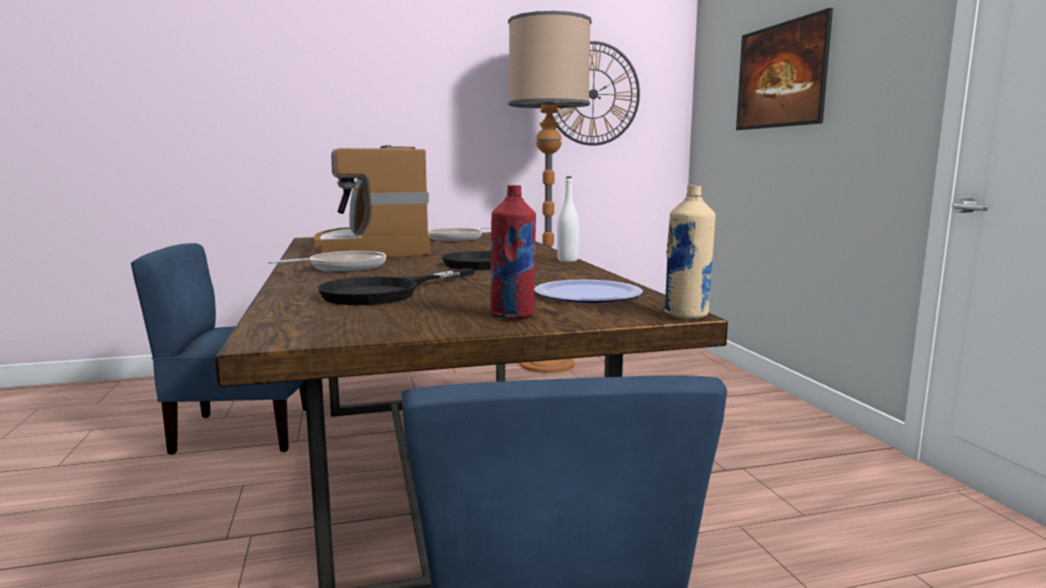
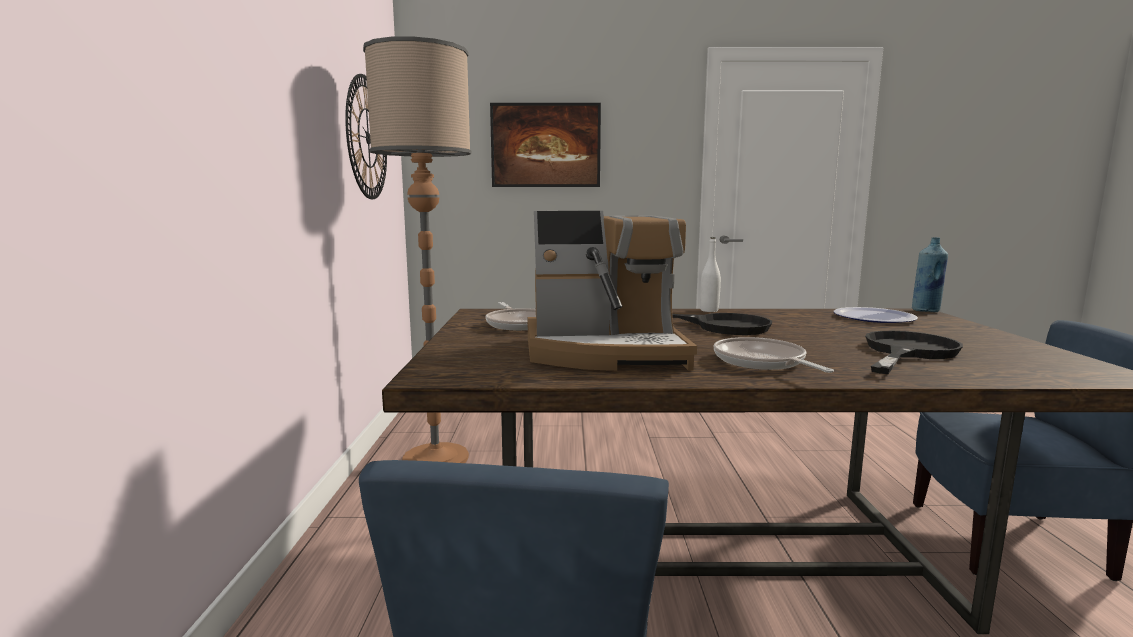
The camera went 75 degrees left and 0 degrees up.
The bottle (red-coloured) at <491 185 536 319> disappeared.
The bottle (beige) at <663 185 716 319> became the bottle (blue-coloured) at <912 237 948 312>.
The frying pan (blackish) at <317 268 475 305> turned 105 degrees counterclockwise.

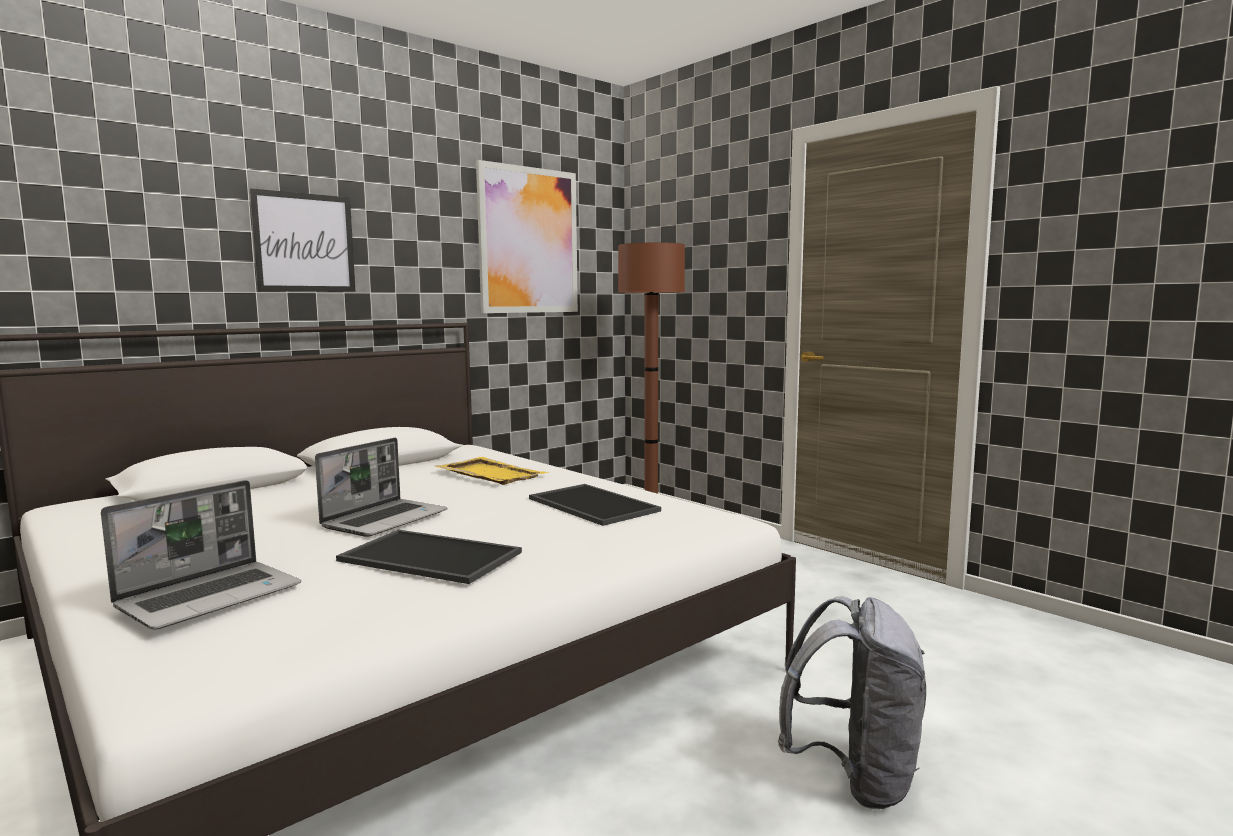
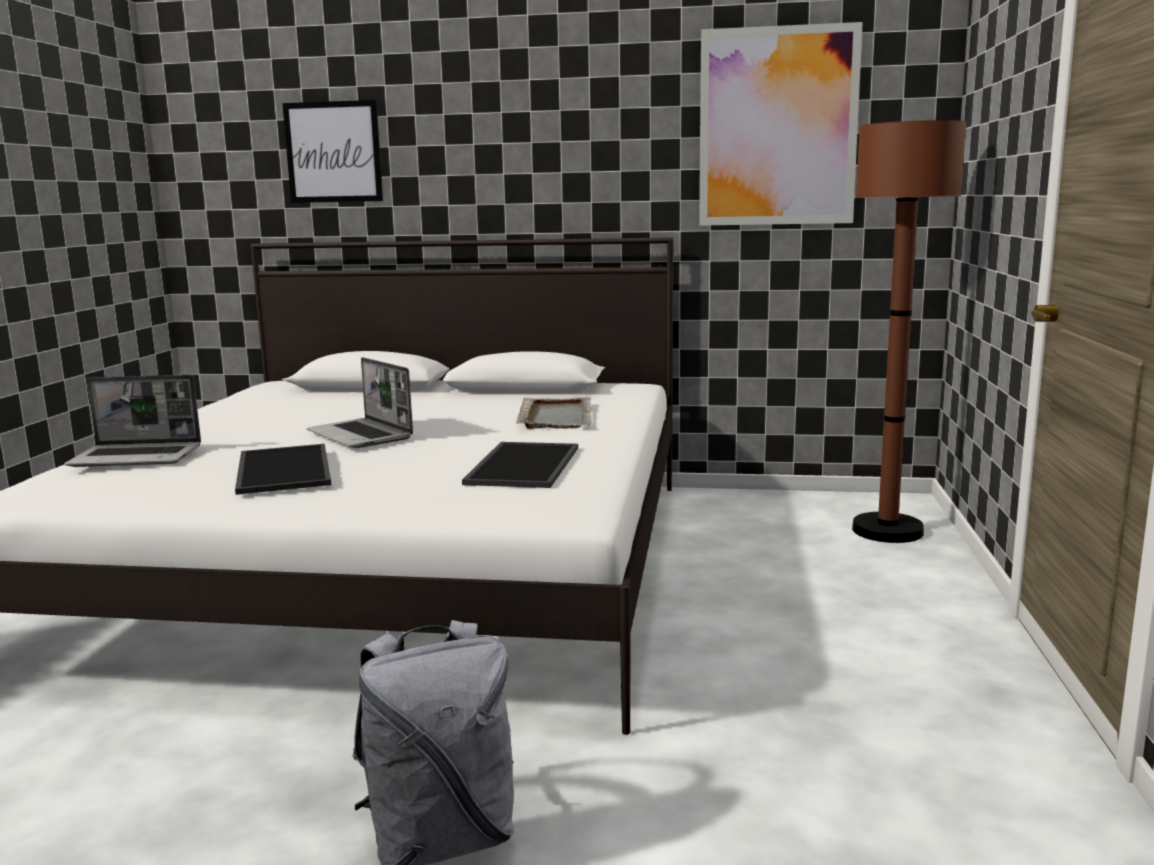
The camera went 50 degrees right and 5 degrees up.
The wall art moved from <249 188 355 292> to <282 100 383 203>.
The portable computer at <315 438 448 537> turned 60 degrees clockwise.
The carrying tray (yellowish) at <435 457 549 485> became the carrying tray (greyish) at <516 397 592 429>.

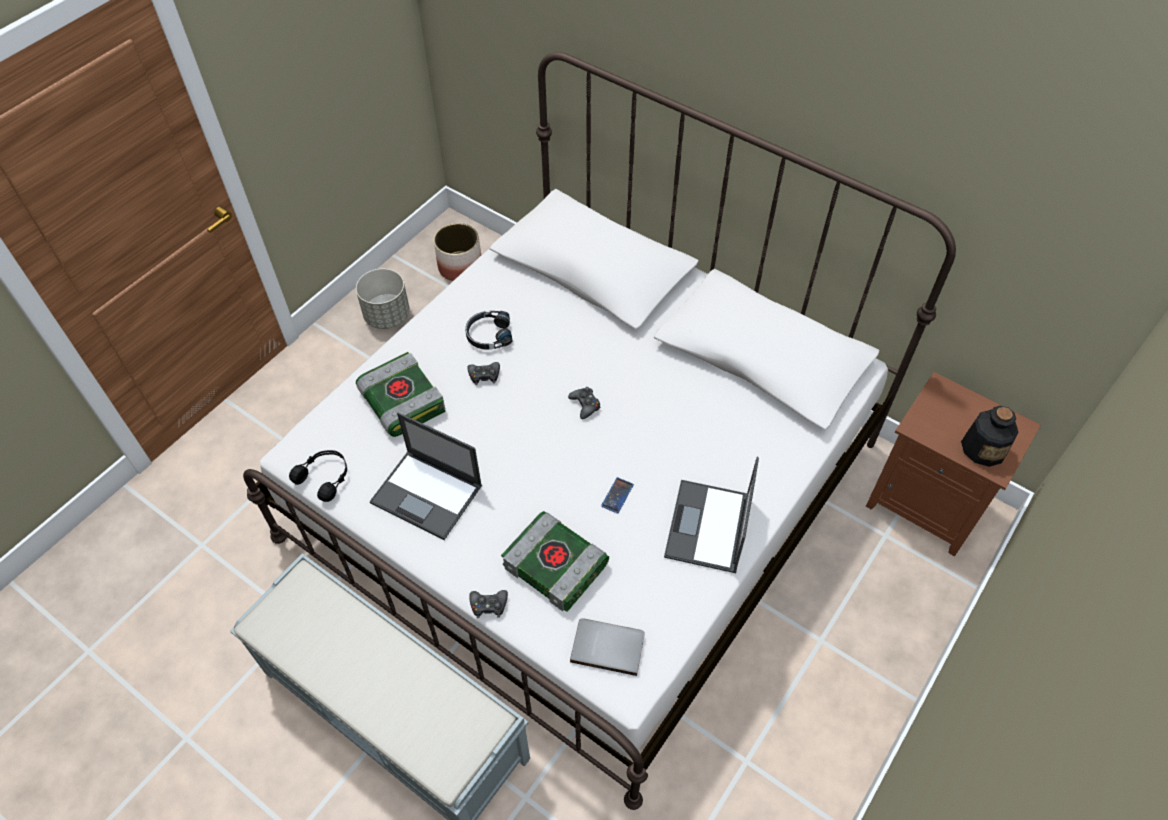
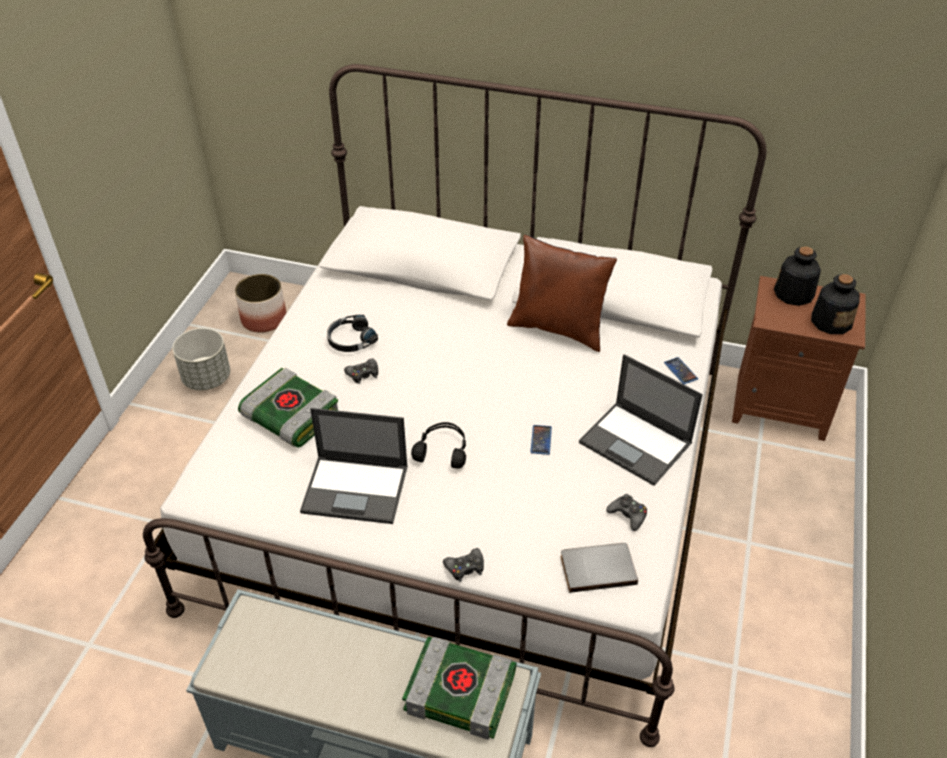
The camera went 20 degrees left and 10 degrees down.
The game controller (blackish) moved from <568 387 601 419> to <606 494 647 531>.
The pair of headphones (blackish) moved from <289 450 347 502> to <411 422 466 469>.
The portable computer at <664 457 759 573> turned 45 degrees counterclockwise.
The bound book moved from <501 511 609 612> to <402 637 517 740>.
The throw pillow (brown-coloured) at <507 235 617 352> appeared.
The bottle at <774 246 821 306> appeared.
The handset at <664 357 698 384> appeared.

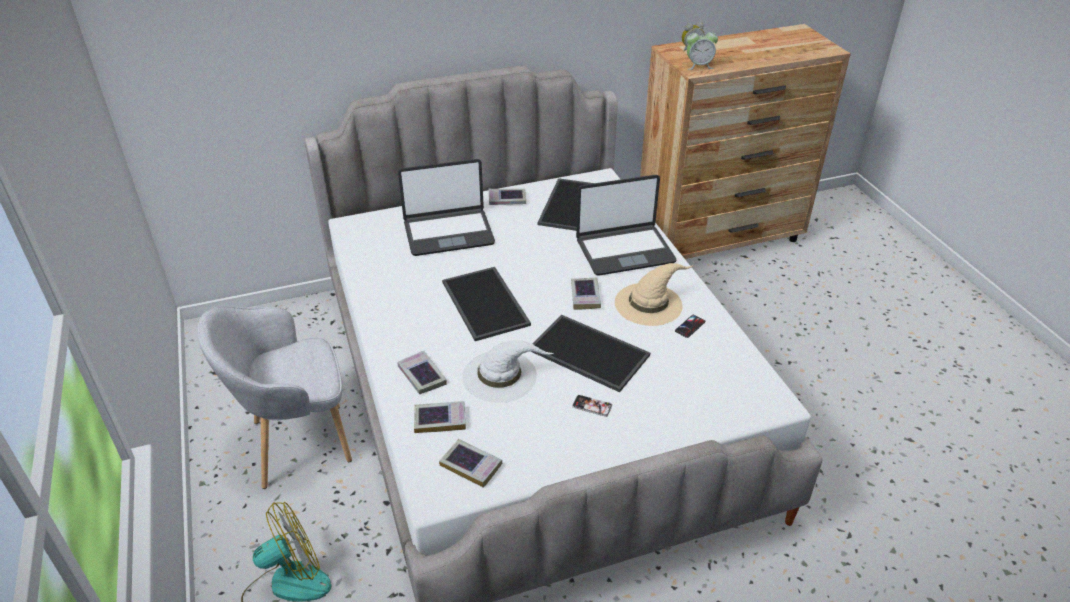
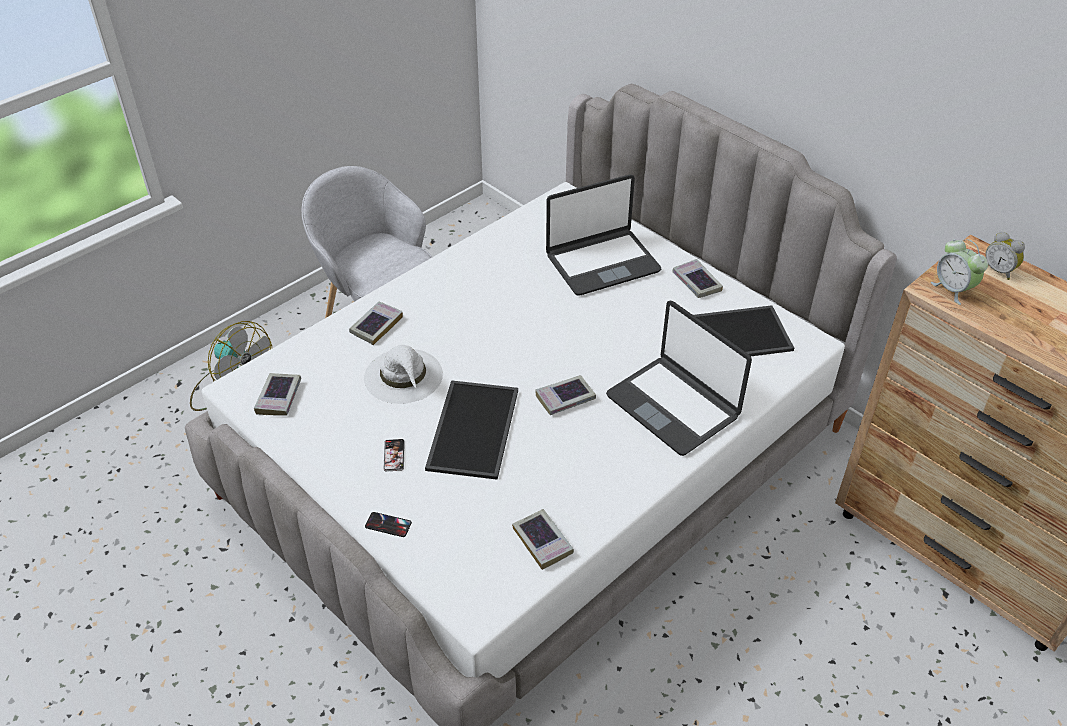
The camera went 65 degrees right and 5 degrees up.
The portable computer at <398 159 495 256> turned 75 degrees counterclockwise.
The wearable hat (beige) at <615 263 692 326> disappeared.
The carrying tray at <442 267 531 341> disappeared.
The handset moved from <675 315 706 338> to <365 512 412 537>.
The bound book moved from <414 401 466 433> to <512 509 574 570>.

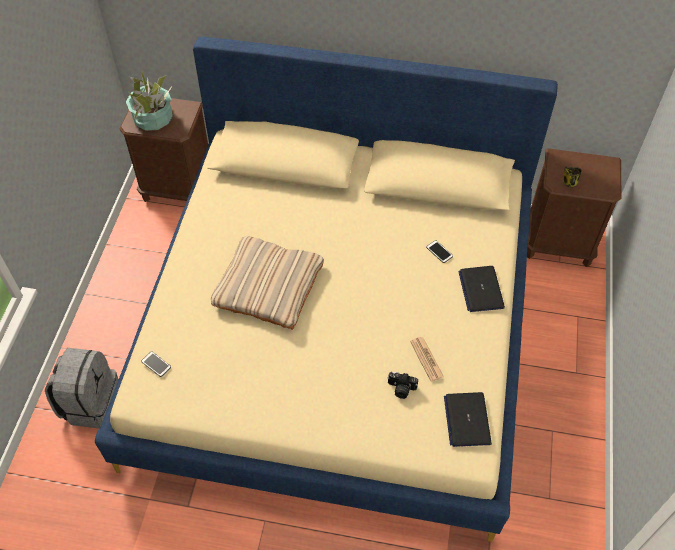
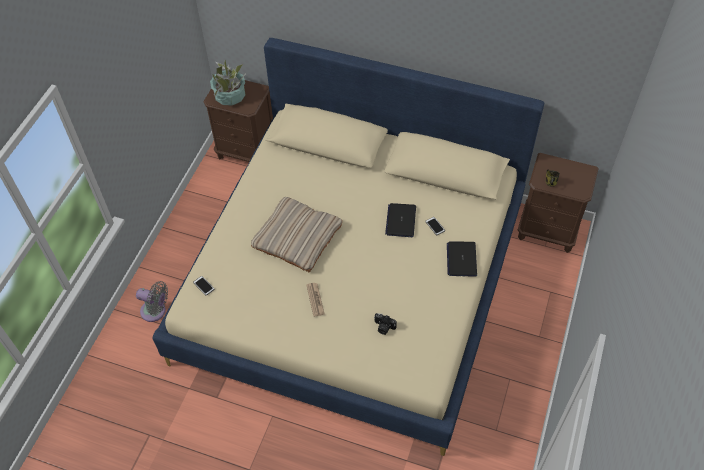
The camera went 10 degrees right and 0 degrees up.
The daily paper moved from <410 337 444 381> to <306 283 325 317>.
The backpack (greyish) at <45 348 119 429> was replaced by the electric fan (greyish) at <136 281 168 322>.
The portable computer moved from <444 392 492 447> to <385 203 416 237>.

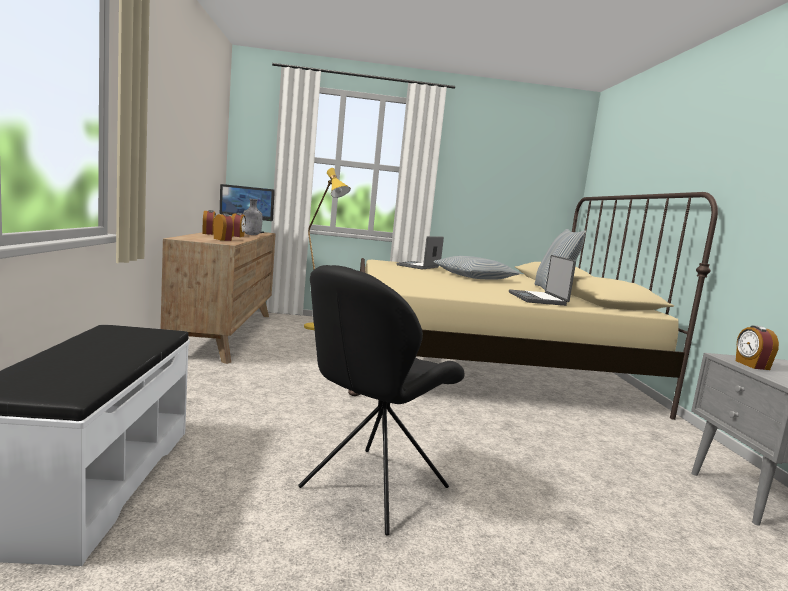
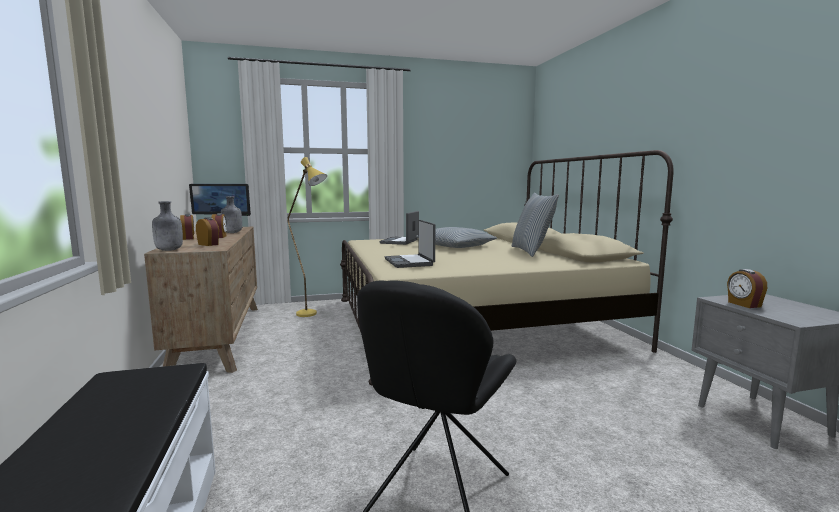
The camera went 10 degrees left and 0 degrees up.
The portable computer moved from <509 255 576 306> to <385 220 435 268>.
The bottle (greyish) at <152 201 183 251> appeared.

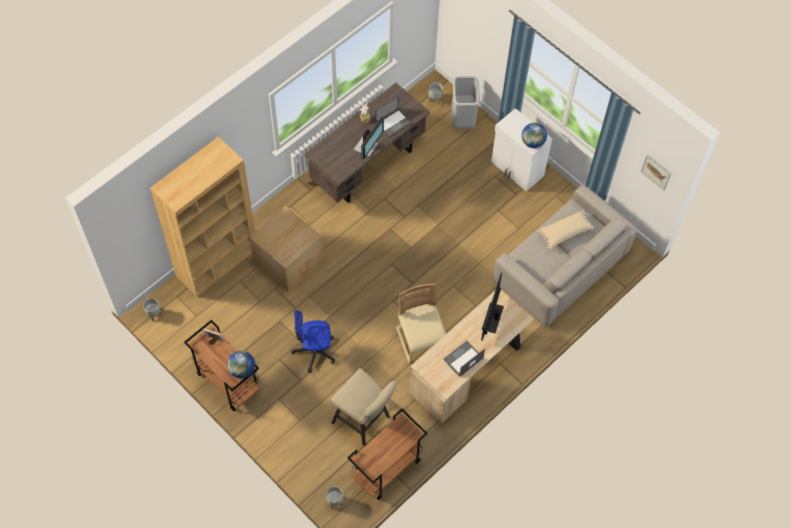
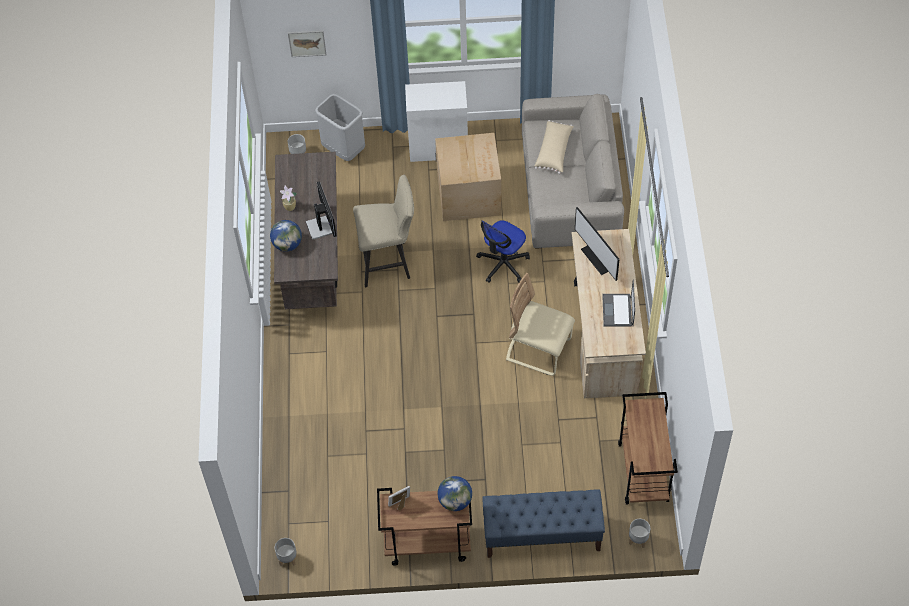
The camera went 45 degrees left and 5 degrees down.
The portable computer at <375 96 411 138> disappeared.
The desk globe moved from <522 123 547 148> to <270 220 302 252>.
The bookcase (brown-coloured) at <150 137 255 297> disappeared.
The wall art moved from <641 155 671 191> to <288 30 326 57>.
The cardboard box moved from <249 206 324 292> to <435 133 501 221>.
The computer chair moved from <291 310 335 373> to <476 220 530 283>.
The stool (beige) moved from <330 368 397 446> to <353 175 414 287>.
The long seat (blue-coloured) at <482 489 605 558> appeared.

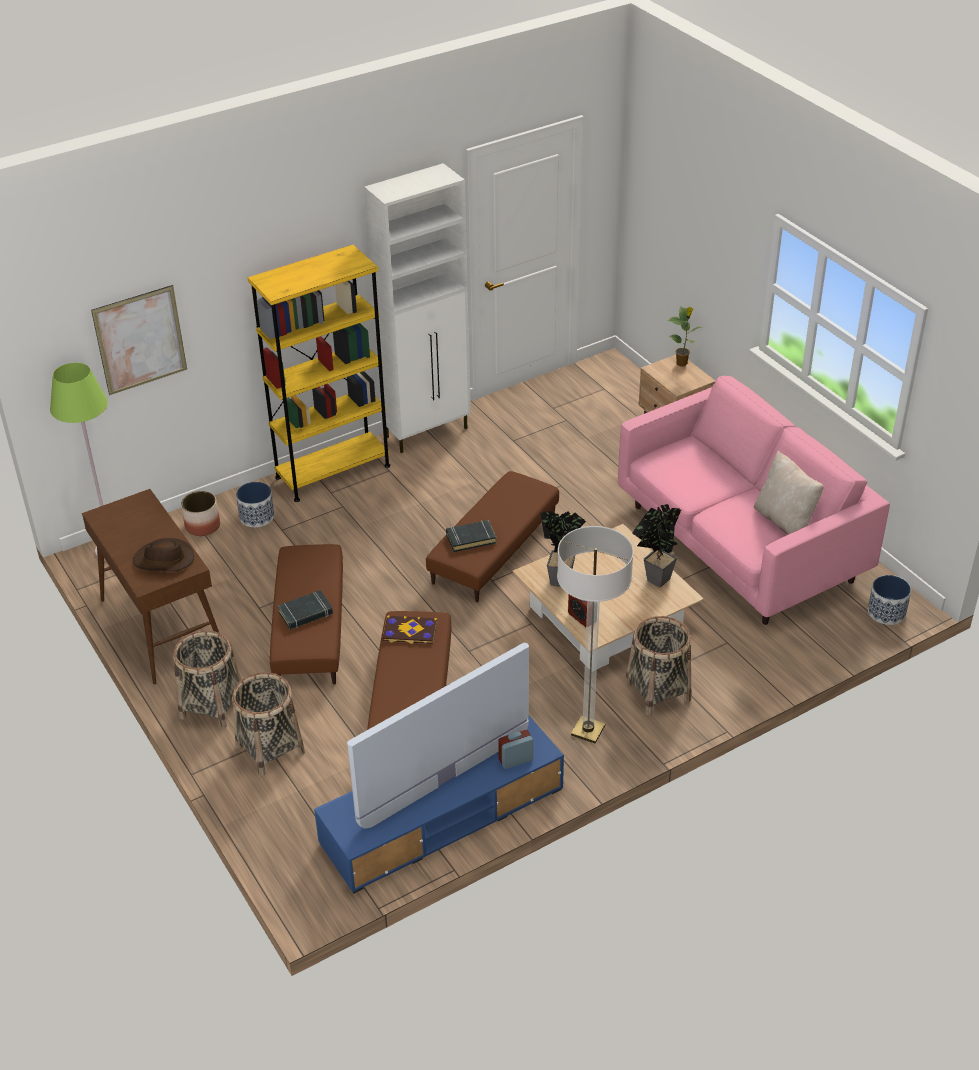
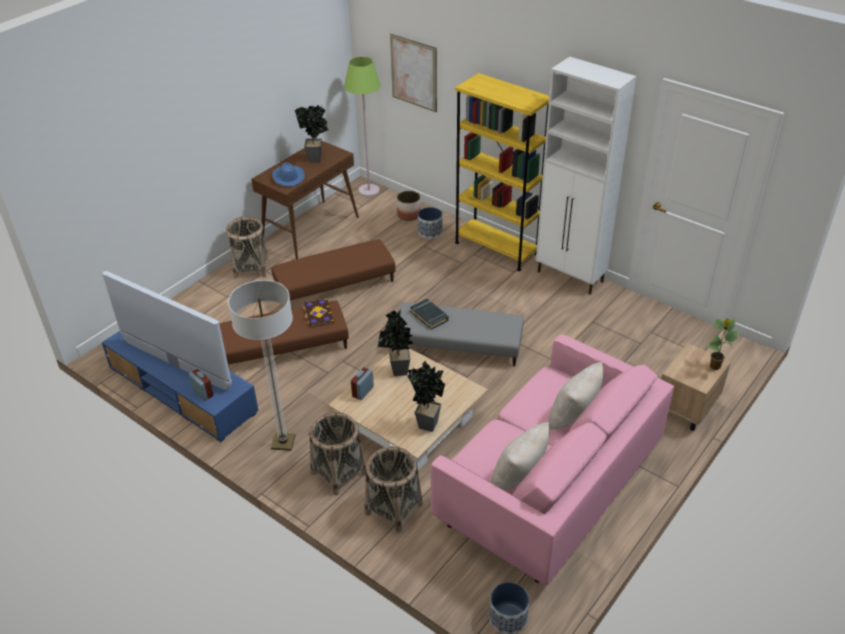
The camera went 70 degrees right and 0 degrees up.
The pouffe (brown-coloured) at <426 471 559 602> became the pouffe (greyish) at <398 302 524 366>.
The wearable hat (brown-coloured) at <133 538 194 571> became the wearable hat (blue-coloured) at <272 162 305 187>.
The bound book (blackish) at <278 590 333 630> disappeared.
The storage basket moved from <232 672 305 776> to <365 446 423 532>.
The houseplant at <295 104 328 162> appeared.
The throw pillow (beige) at <548 362 603 430> appeared.

